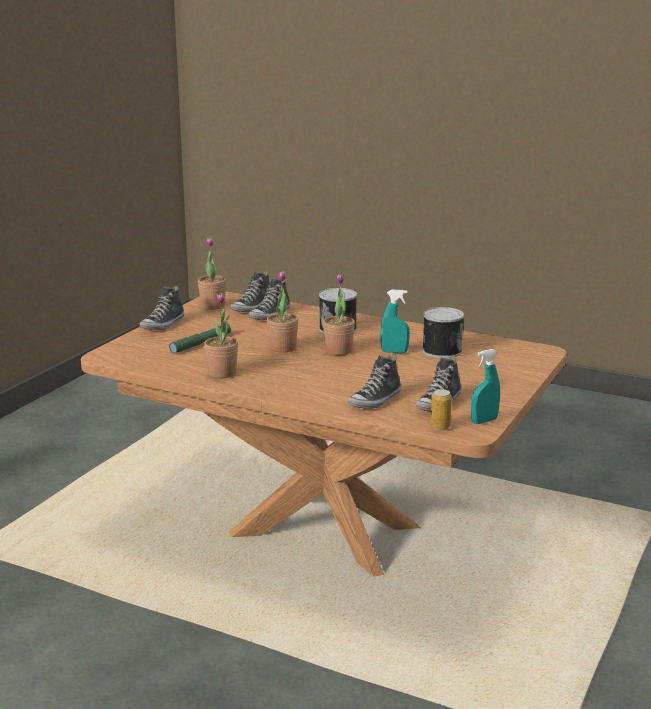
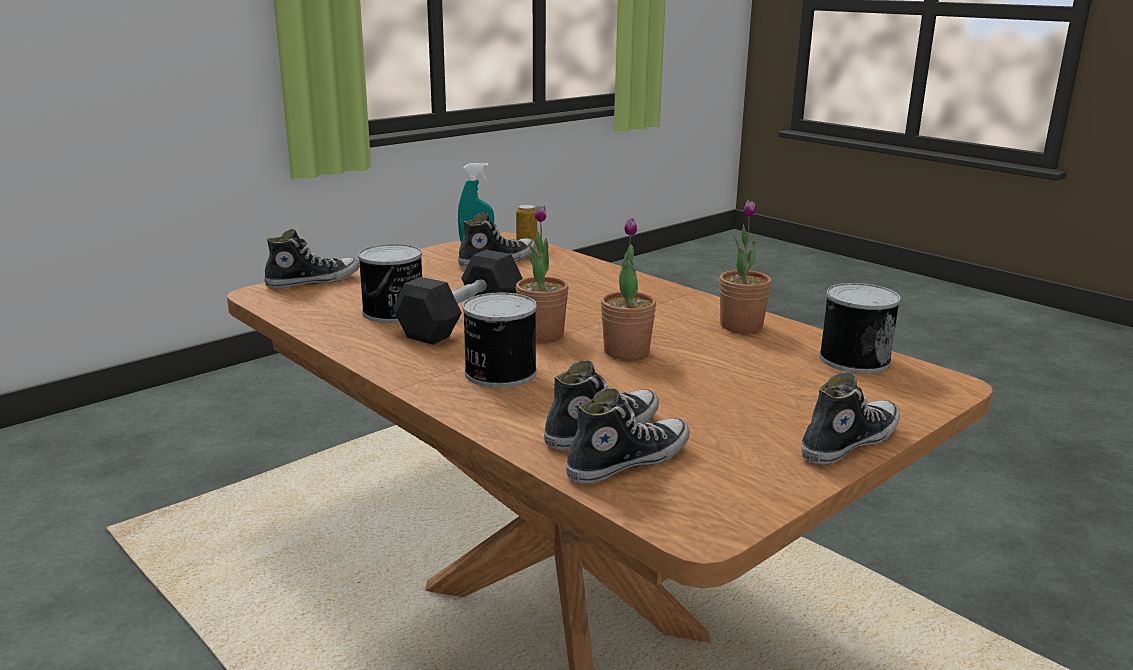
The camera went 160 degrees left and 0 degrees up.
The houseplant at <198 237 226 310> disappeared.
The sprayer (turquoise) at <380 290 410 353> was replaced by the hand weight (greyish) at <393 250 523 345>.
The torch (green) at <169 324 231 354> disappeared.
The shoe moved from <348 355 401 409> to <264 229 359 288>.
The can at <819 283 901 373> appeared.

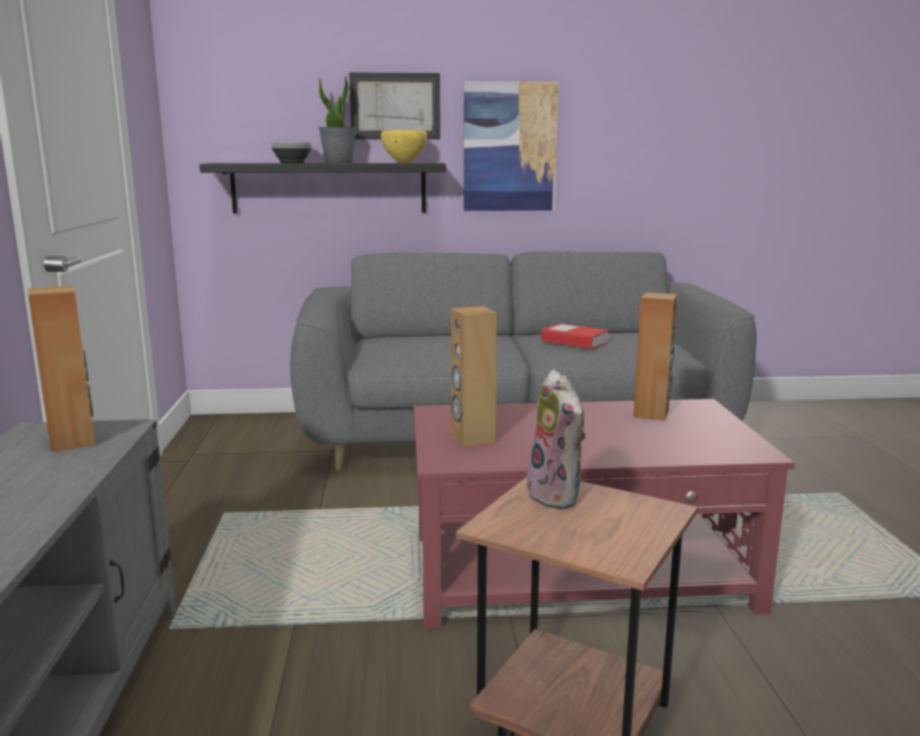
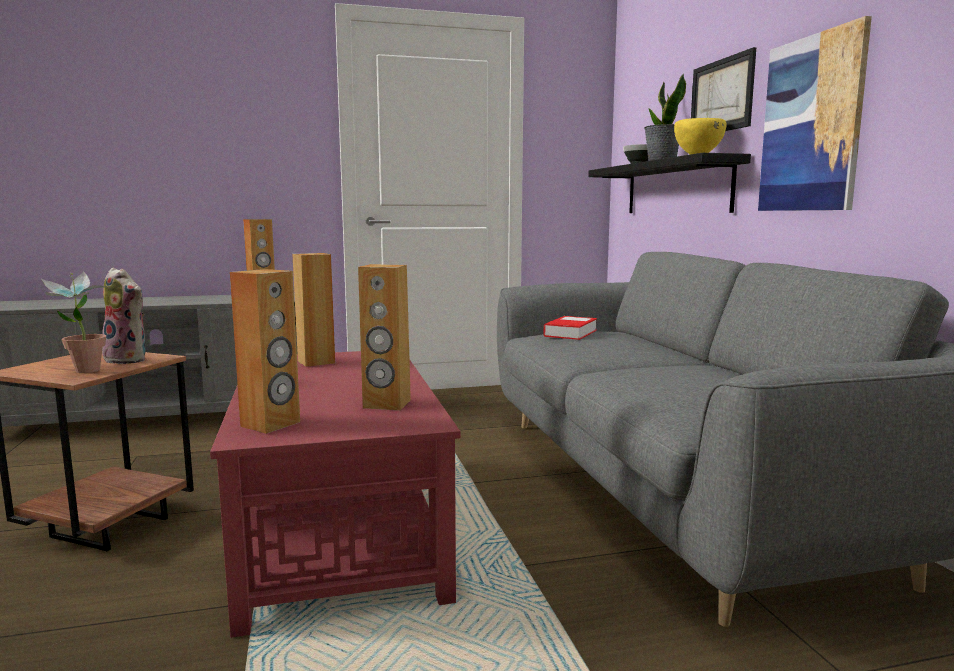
The camera went 80 degrees right and 5 degrees down.
The bound book moved from <541 323 609 349> to <544 316 597 340>.
The soft toy at <524 370 586 509> turned 120 degrees counterclockwise.
The speaker (brown-coloured) at <230 269 300 434> appeared.
The houseplant at <41 271 112 373> appeared.

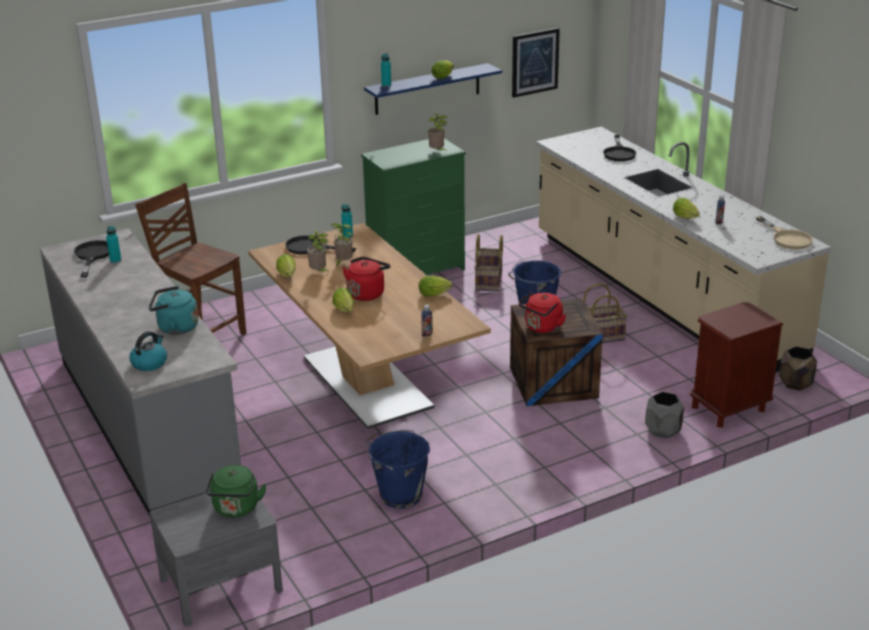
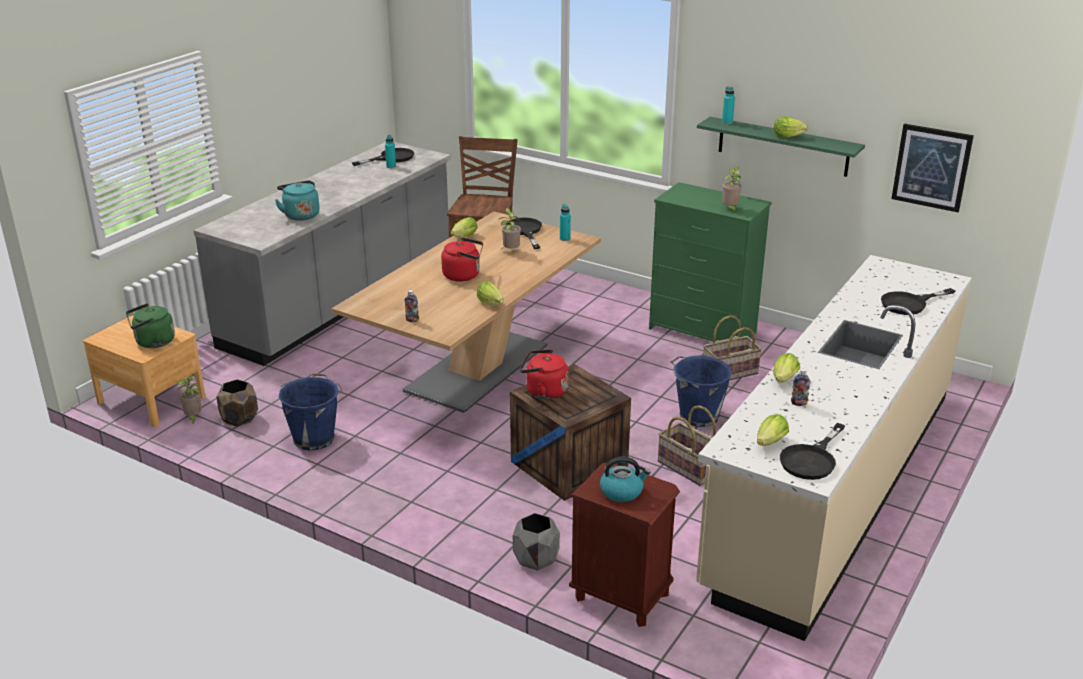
The camera went 60 degrees right and 0 degrees up.
The shelf (blue-coloured) at <364 63 502 115> became the shelf (green) at <697 117 865 177>.
The frying pan (beige) at <756 216 813 249> became the frying pan (blackish) at <780 423 845 480>.
The houseplant moved from <307 231 330 274> to <177 376 202 423>.
The head of lettuce moved from <333 288 354 312> to <757 414 789 446>.
The tea kettle moved from <129 331 167 371> to <600 457 651 502>.
The flower pot (brown-coloured) moved from <779 346 817 391> to <216 379 258 427>.
The night table (greyish) at <149 491 283 627> became the night table (brown-coloured) at <83 314 205 427>.

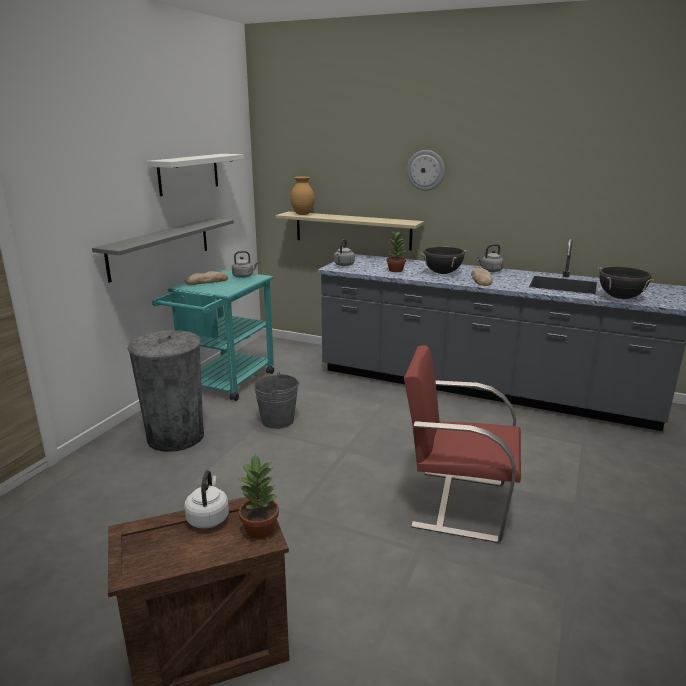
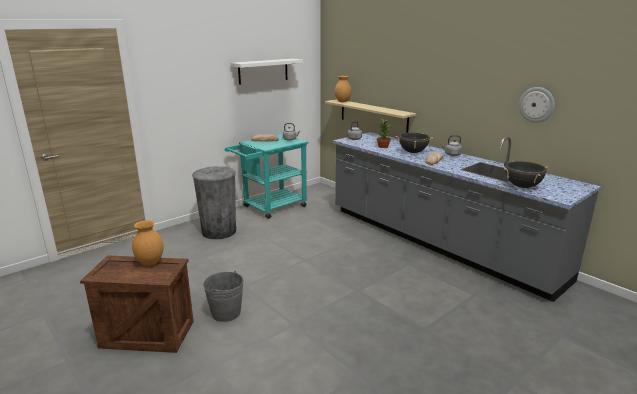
The camera went 25 degrees right and 0 degrees up.
The wall clock moved from <407 150 445 191> to <519 87 555 123>.
The shelf (greyish) at <92 218 234 283> disappeared.
The plain chair (red-coloured) at <404 345 521 543> disappeared.
The bucket (greyish) moved from <254 372 300 429> to <203 270 244 322>.
The houseplant at <239 454 279 539> disappeared.
The tea kettle (white) at <184 470 229 529> was replaced by the decorative vase (brown-coloured) at <132 220 164 266>.

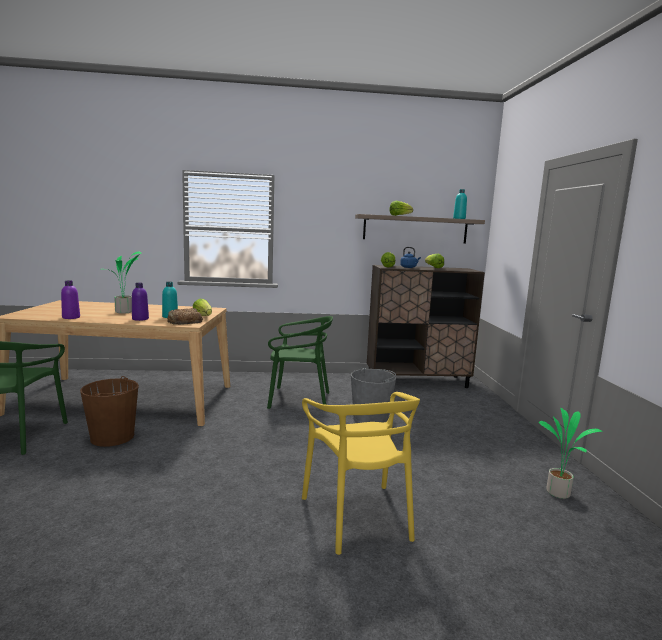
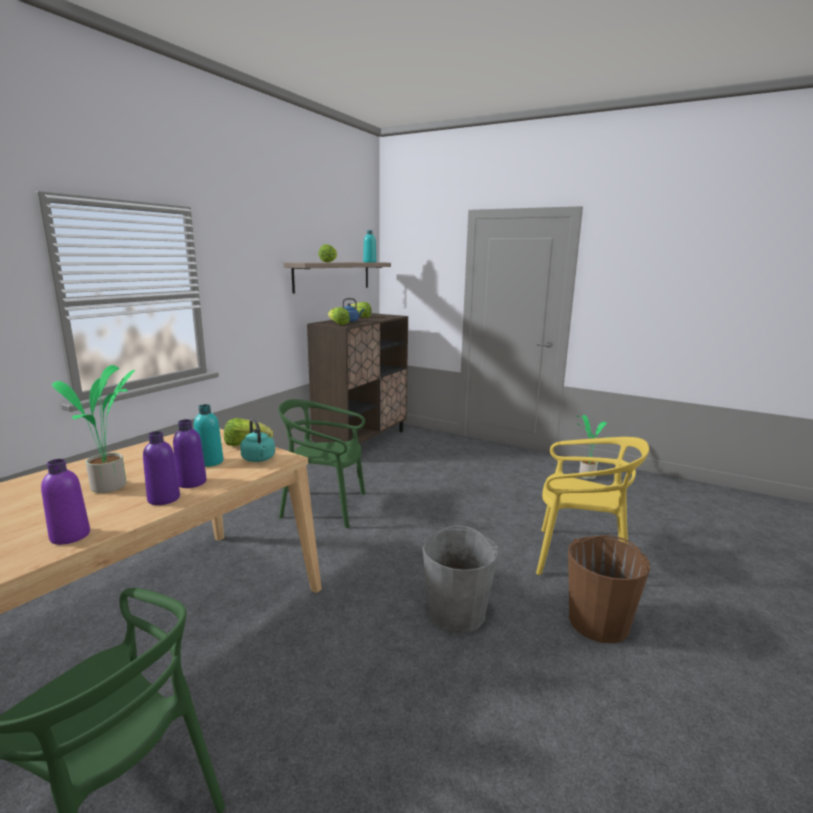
The camera went 55 degrees left and 5 degrees up.
The bread at <167 308 203 325> was replaced by the tea kettle (turquoise) at <240 419 275 462>.
The plain chair (green) at <267 316 333 409> turned 120 degrees counterclockwise.
The bucket (greyish) moved from <351 367 396 423> to <422 526 498 633>.
The bucket (brown-coloured) moved from <80 376 139 447> to <568 535 650 643>.
The bottle (purple) at <143 431 180 505> appeared.

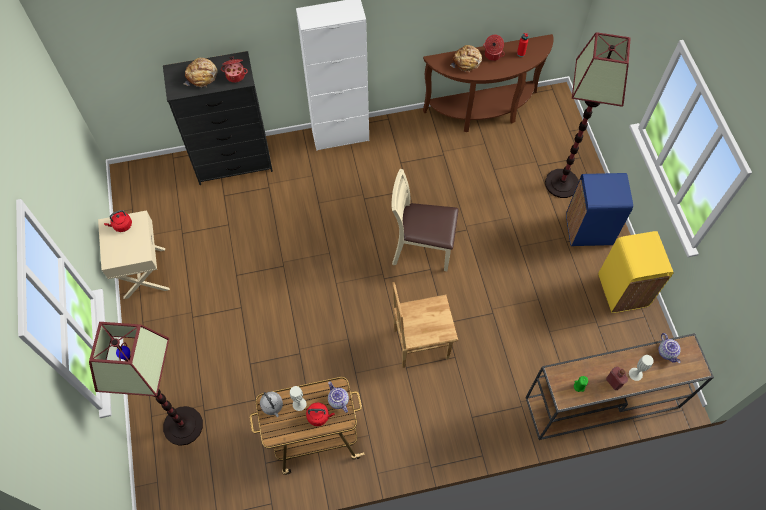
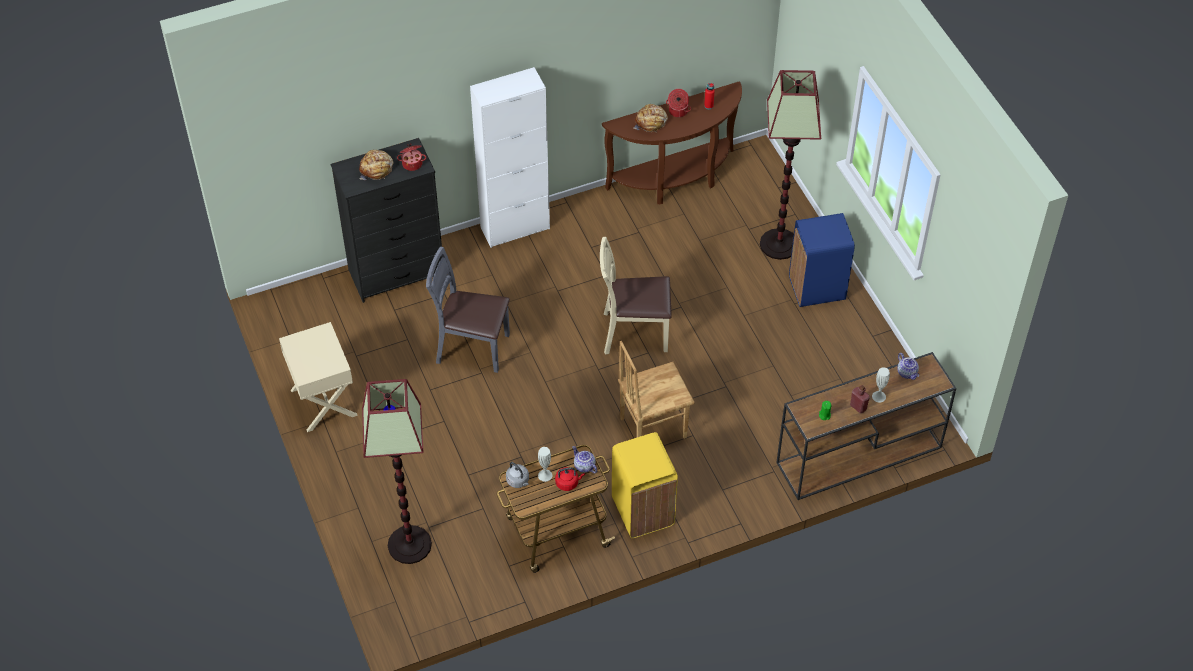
The camera went 10 degrees left and 10 degrees down.
The tea kettle (red-coloured) at <104 210 132 232> disappeared.
The rubbish bin (yellowish) moved from <598 231 674 313> to <612 432 678 538>.
The plain chair (greyish) at <426 247 510 373> appeared.

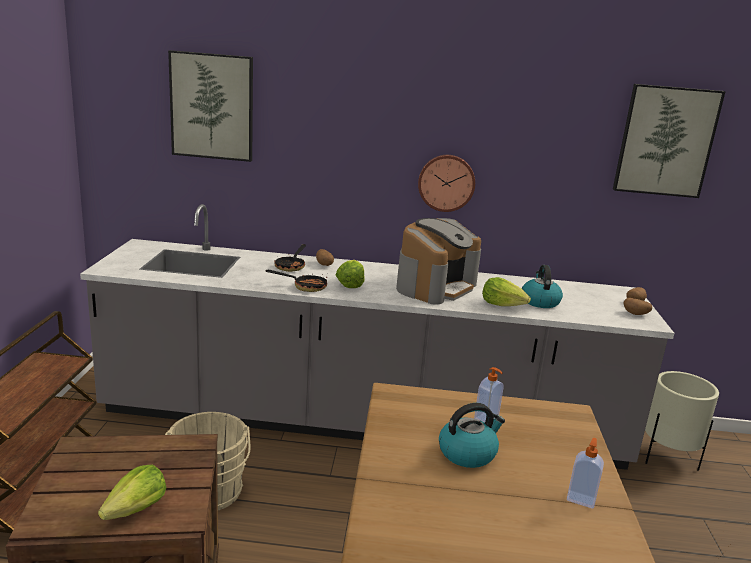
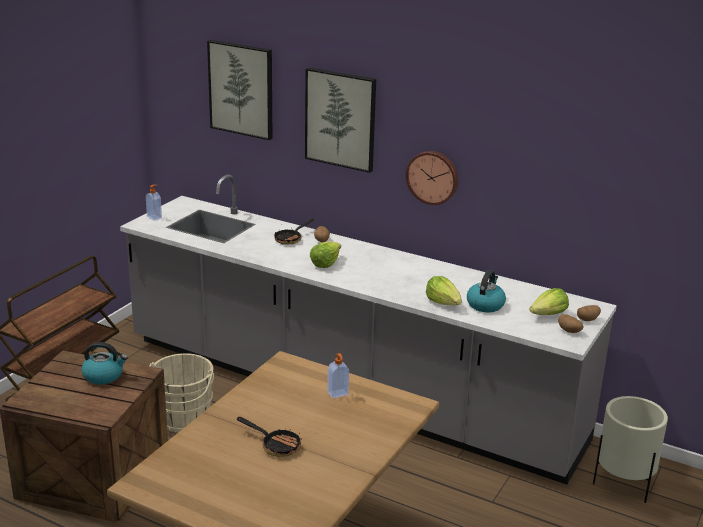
The camera went 25 degrees right and 5 degrees up.
The wall art moved from <613 84 725 198> to <305 68 376 173>.
The coffee brewer at <396 218 481 305> disappeared.
The frying pan moved from <266 270 327 292> to <237 417 302 457>.
The tea kettle moved from <439 403 505 468> to <81 342 128 385>.
The soap bottle moved from <567 438 604 508> to <146 185 162 221>.
The head of lettuce moved from <98 465 166 520> to <529 288 569 315>.

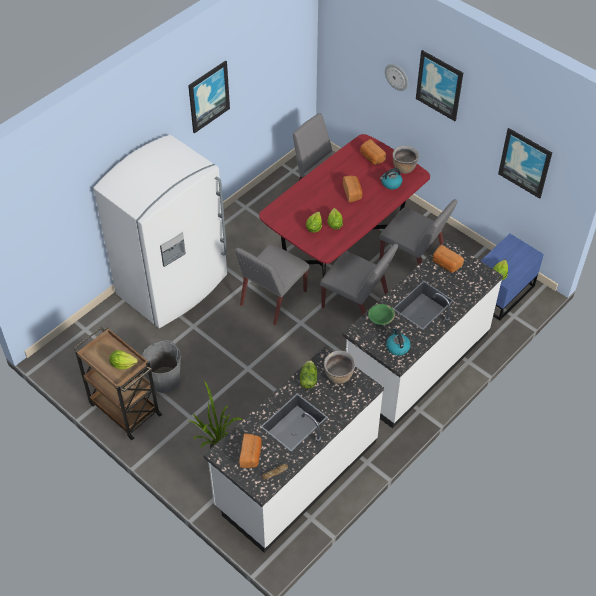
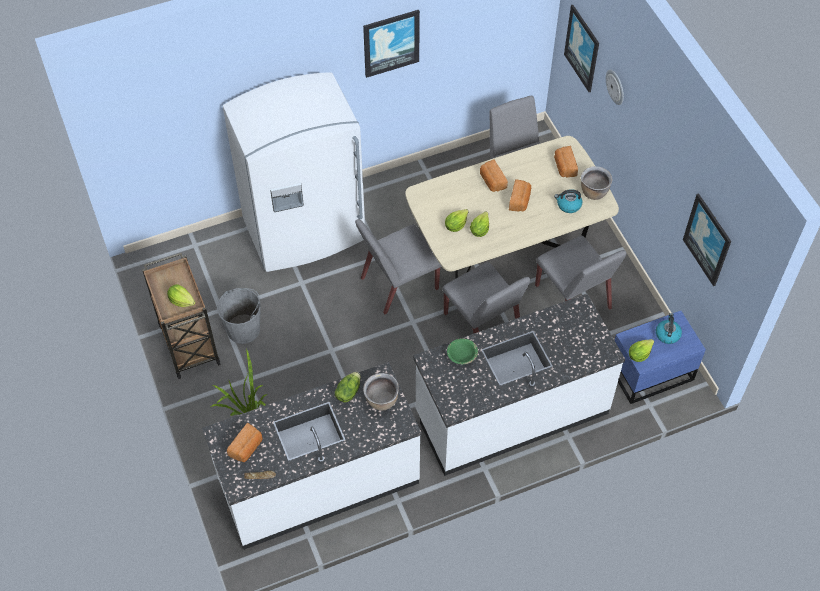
The camera went 25 degrees right and 5 degrees up.
The wall art moved from <416 50 463 121> to <564 5 599 92>.
The dining table (red-coloured) at <259 134 430 277> became the dining table (beige) at <405 136 619 279>.
The bread moved from <433 245 464 273> to <480 159 508 192>.
The tea kettle moved from <386 327 411 356> to <656 313 682 344>.

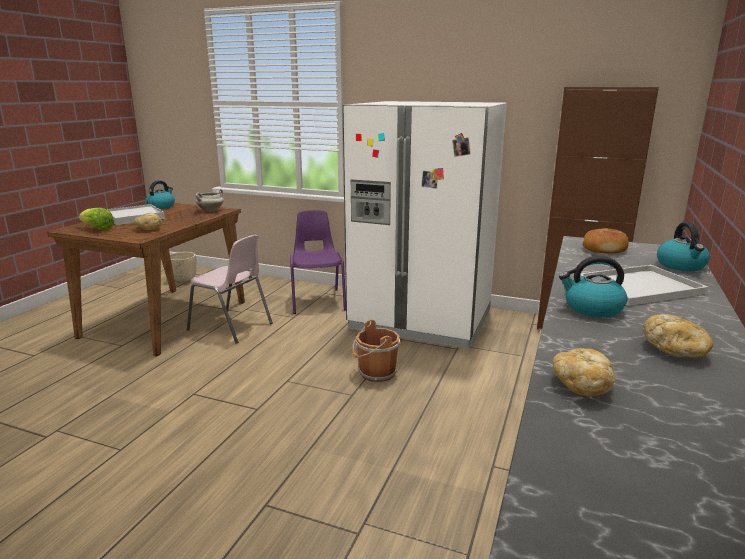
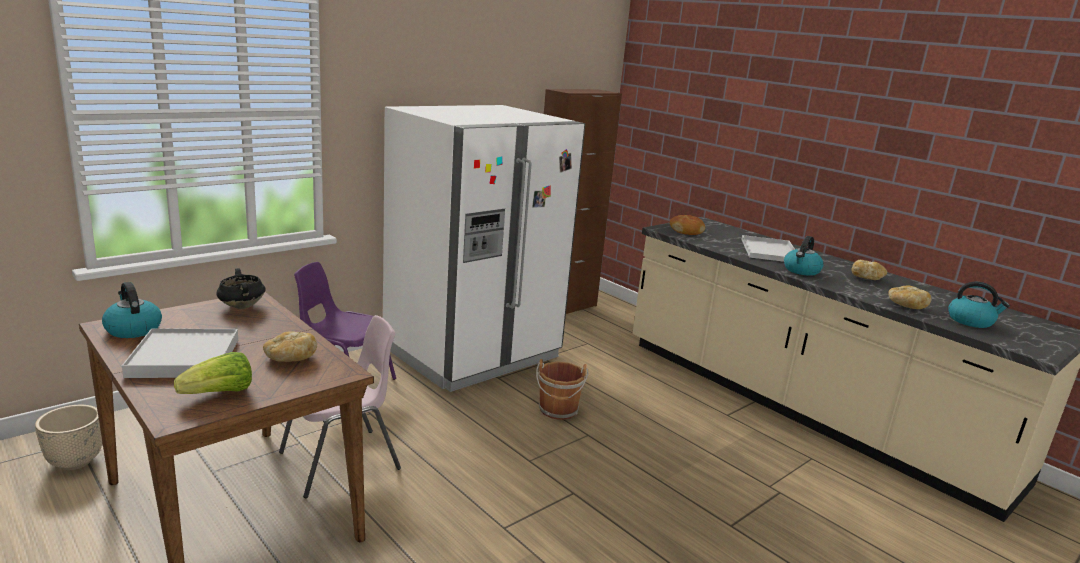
The camera went 65 degrees left and 0 degrees up.
The cooking pot (white) at <196 189 224 211> became the cooking pot (blackish) at <217 268 265 309>.
The tea kettle moved from <657 222 710 271> to <948 282 1010 328>.

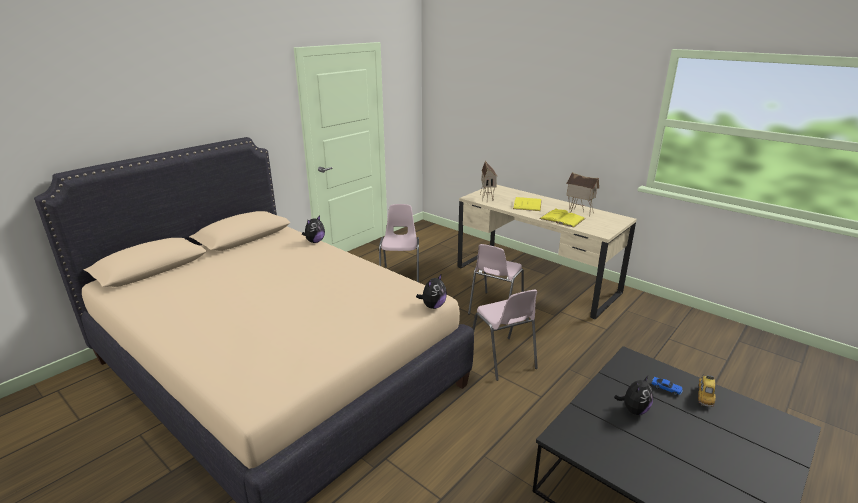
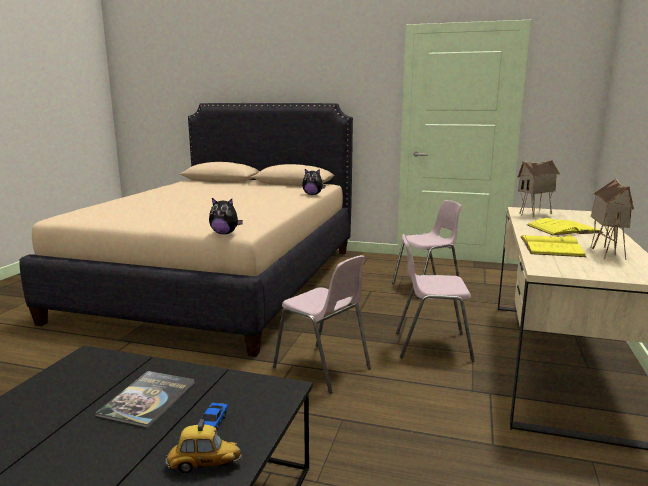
The camera went 65 degrees right and 10 degrees down.
The plain chair (pink) at <472 290 538 381> turned 90 degrees counterclockwise.
The soft toy at <614 375 653 415> was replaced by the bound book at <95 371 195 428>.

